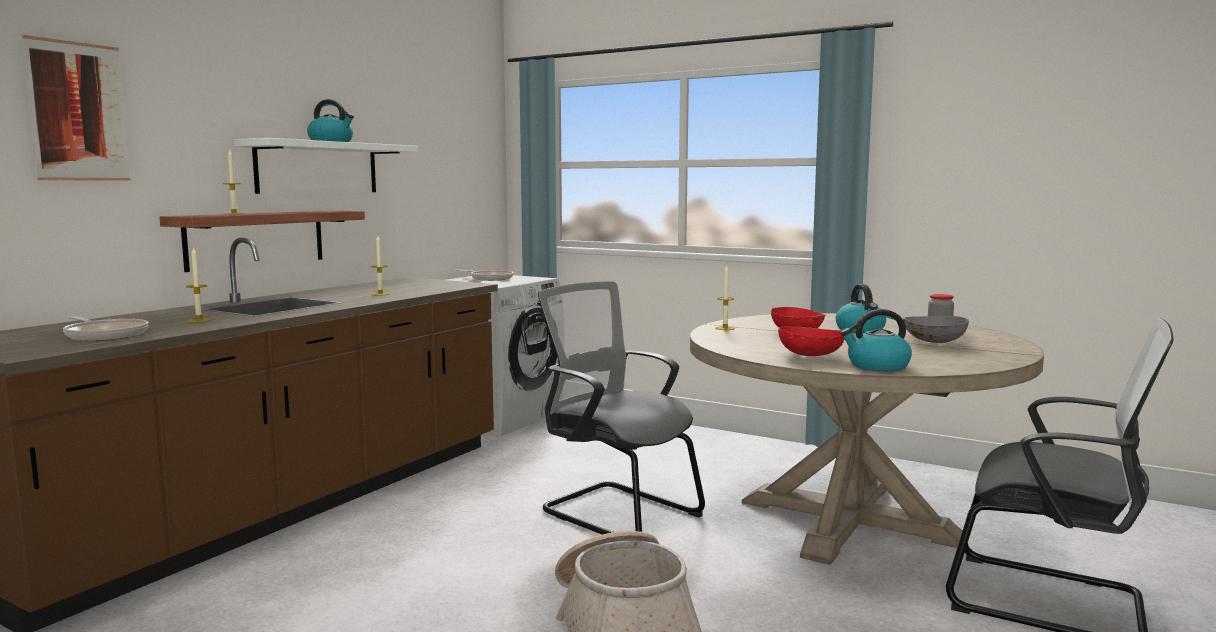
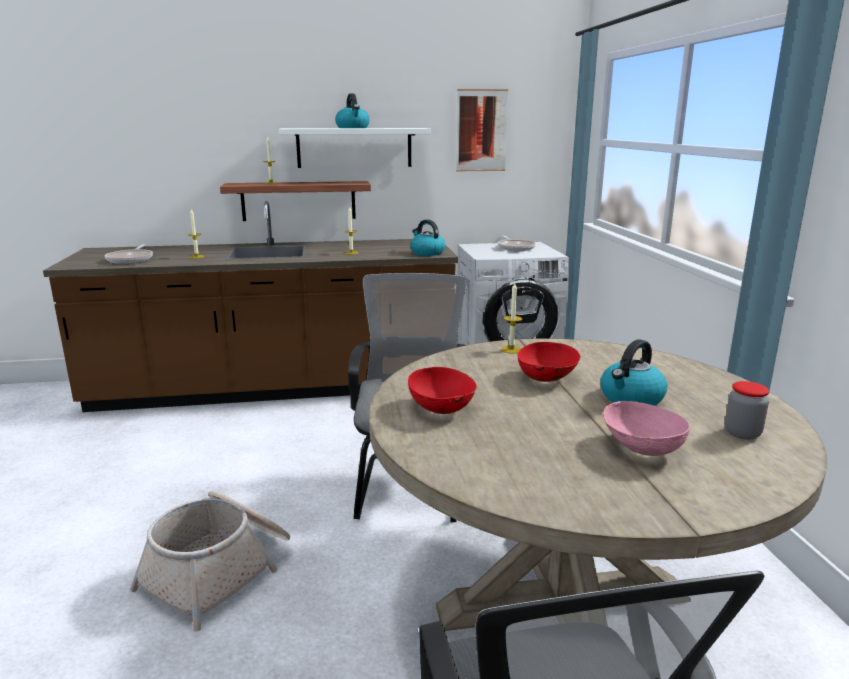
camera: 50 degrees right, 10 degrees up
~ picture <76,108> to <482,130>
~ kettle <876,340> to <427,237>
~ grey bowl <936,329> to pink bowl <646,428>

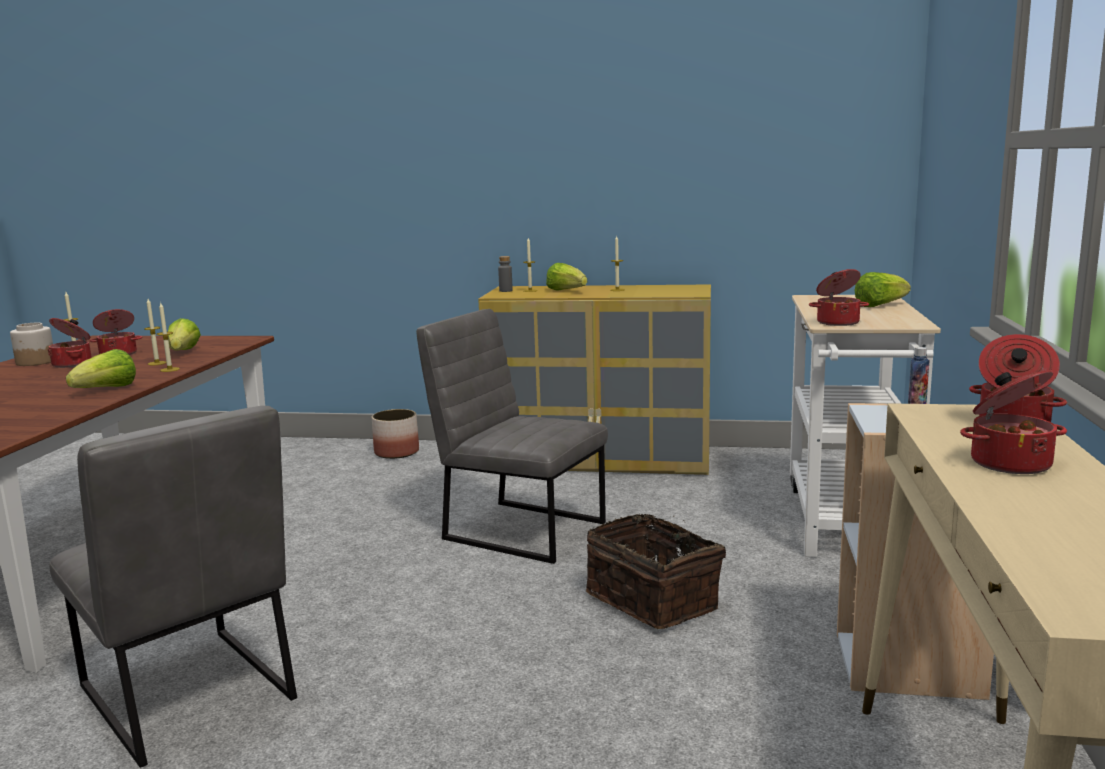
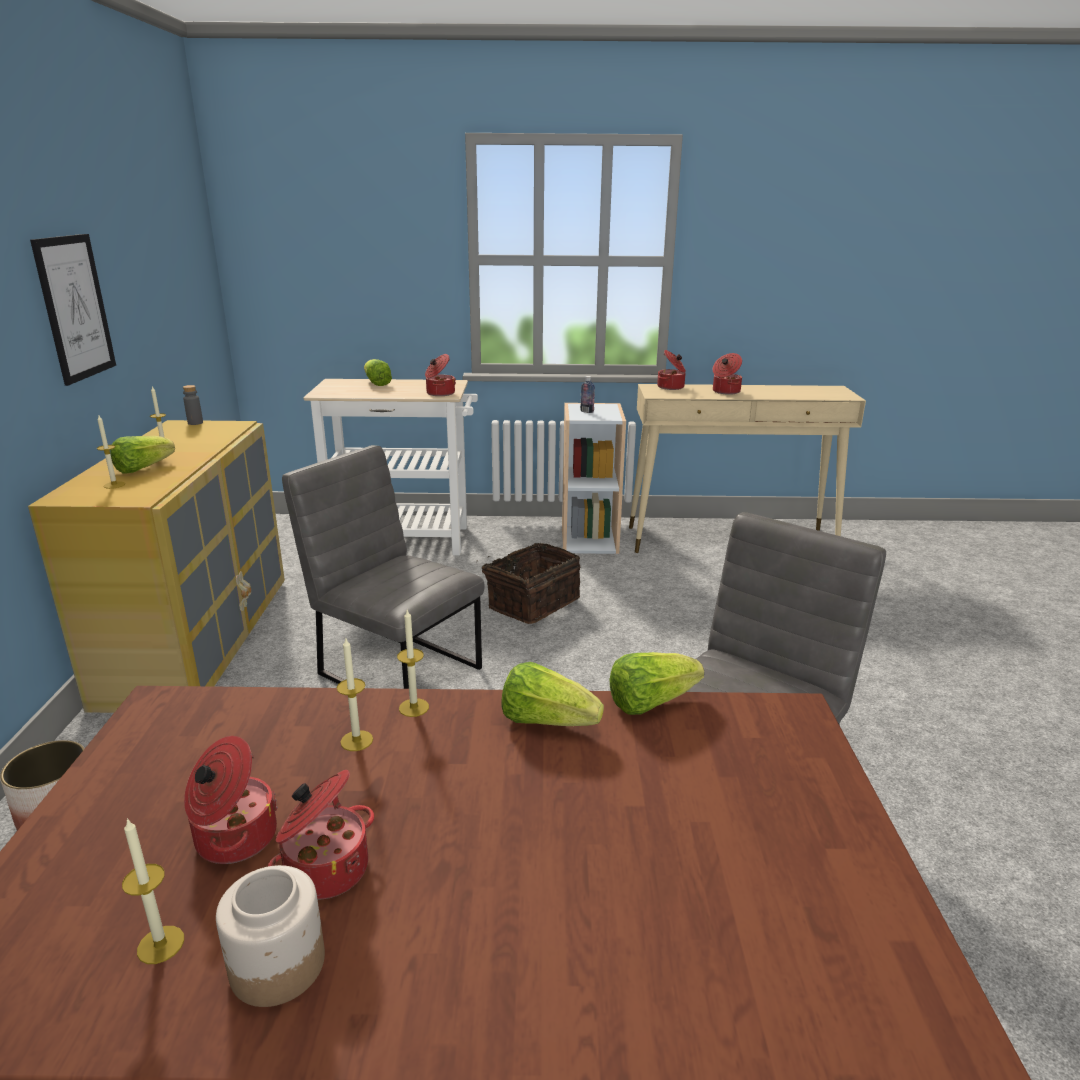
camera: 100 degrees left, 10 degrees up
~ lettuce <184,334> to <657,683>
~ grey chair <512,436> = <383,567> 105 degrees clockwise
~ grey bottle <505,274> to <193,405>
+ picture <73,310>

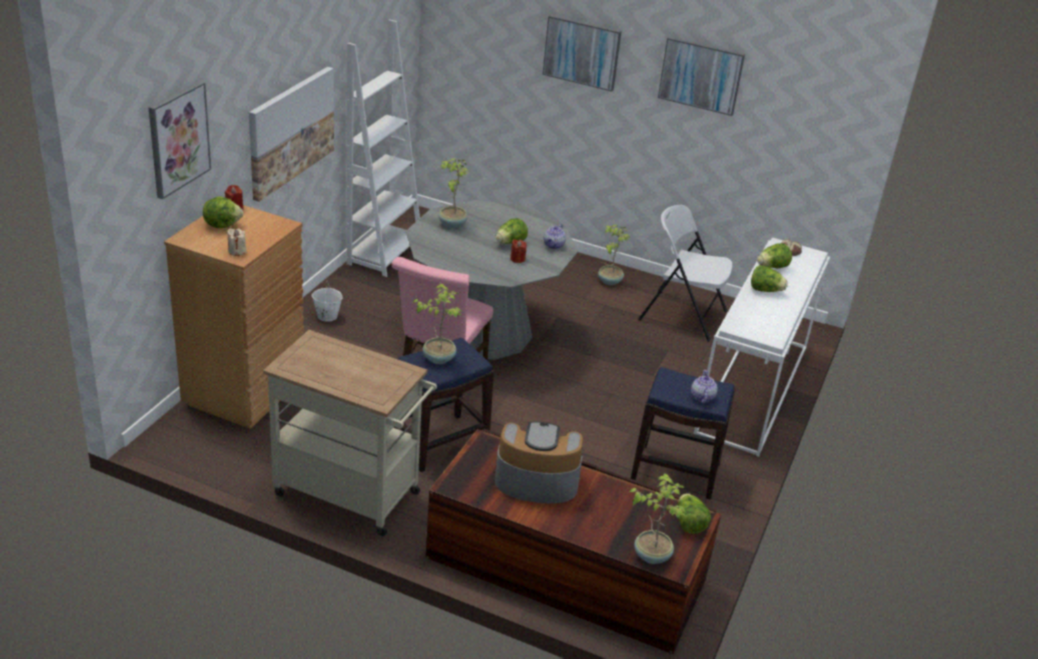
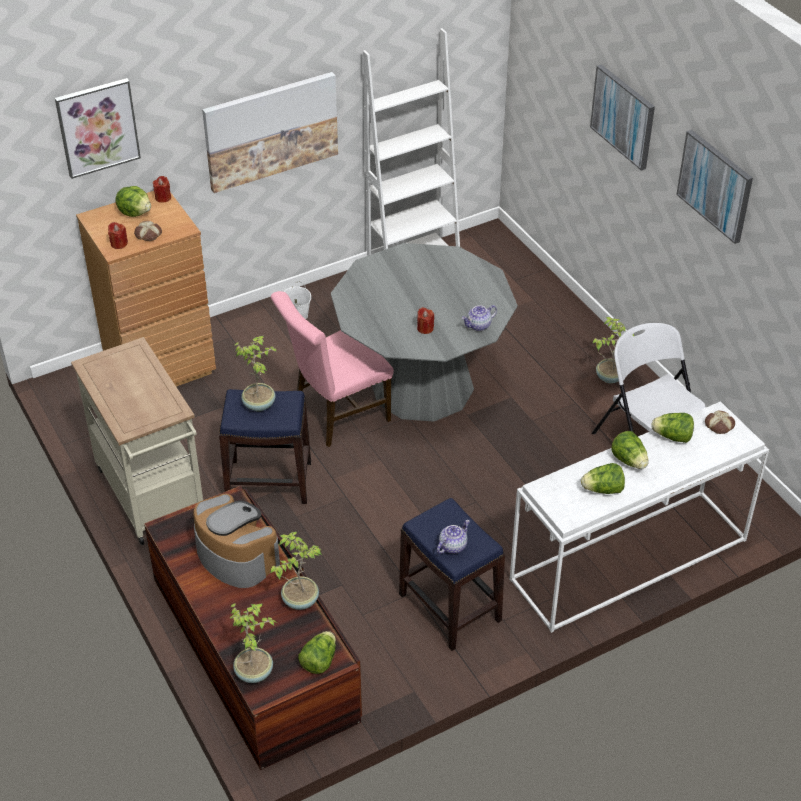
camera: 40 degrees right, 10 degrees up
~ beige candle <236,242> to red candle <118,235>
~ potted plant <454,193> to <296,571>
~ lettuce <512,231> to <603,478>
+ bread <148,231>

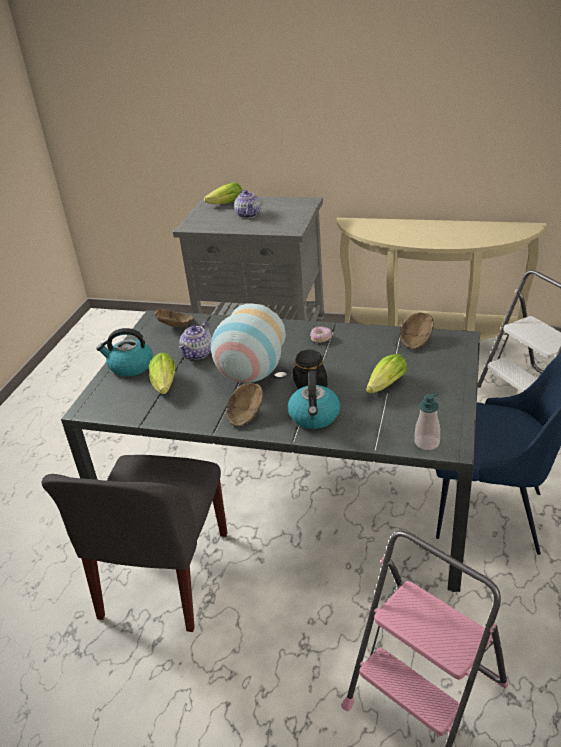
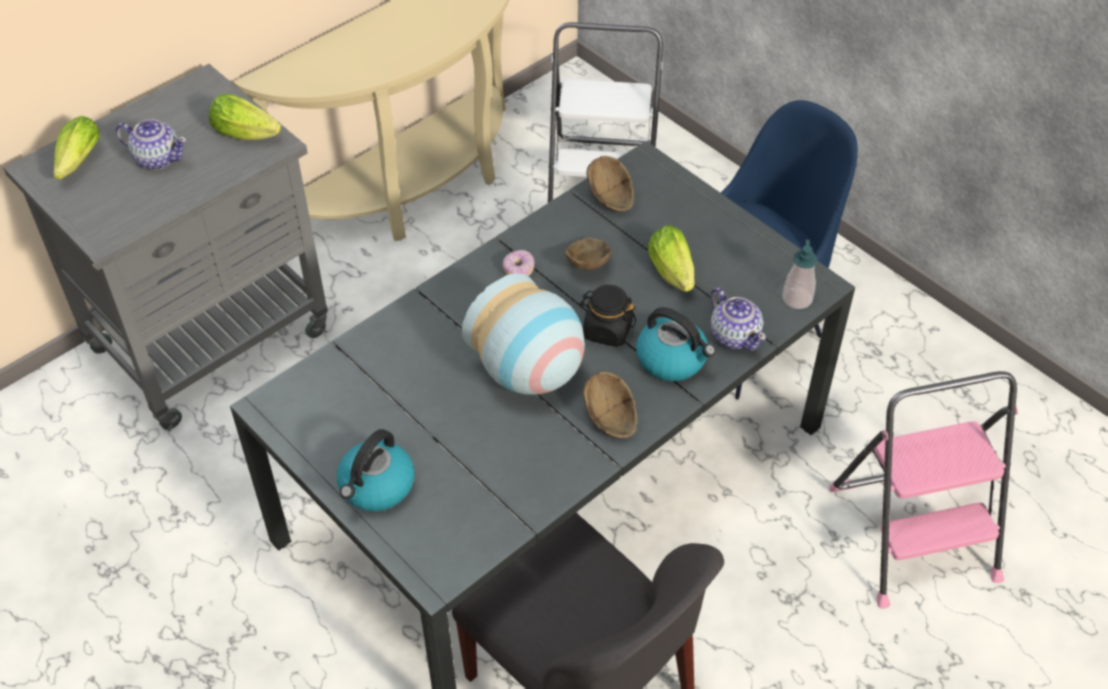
camera: 60 degrees left, 15 degrees up
~ lettuce <162,373> to <245,116>
~ brown bowl <174,318> to <588,253>
~ teapot <195,340> to <738,319>

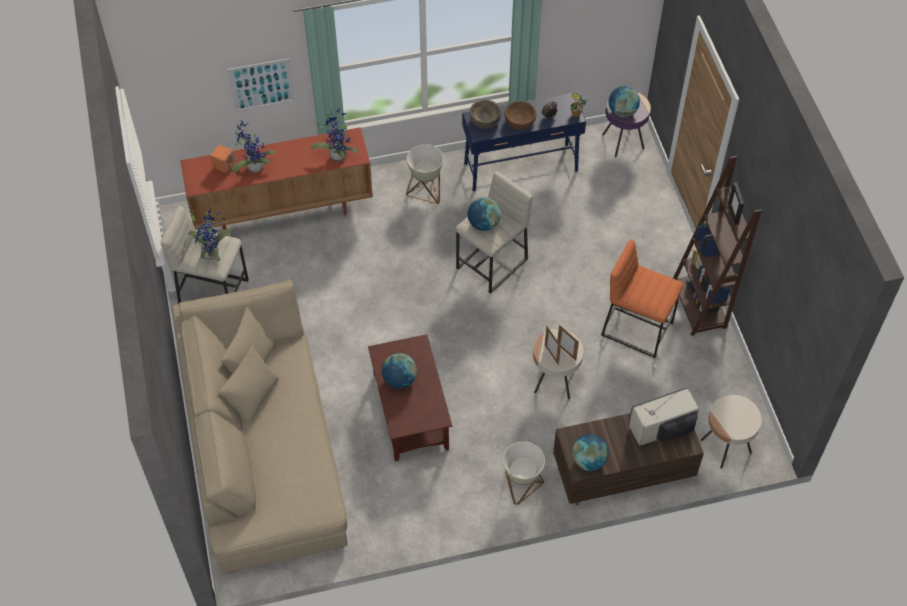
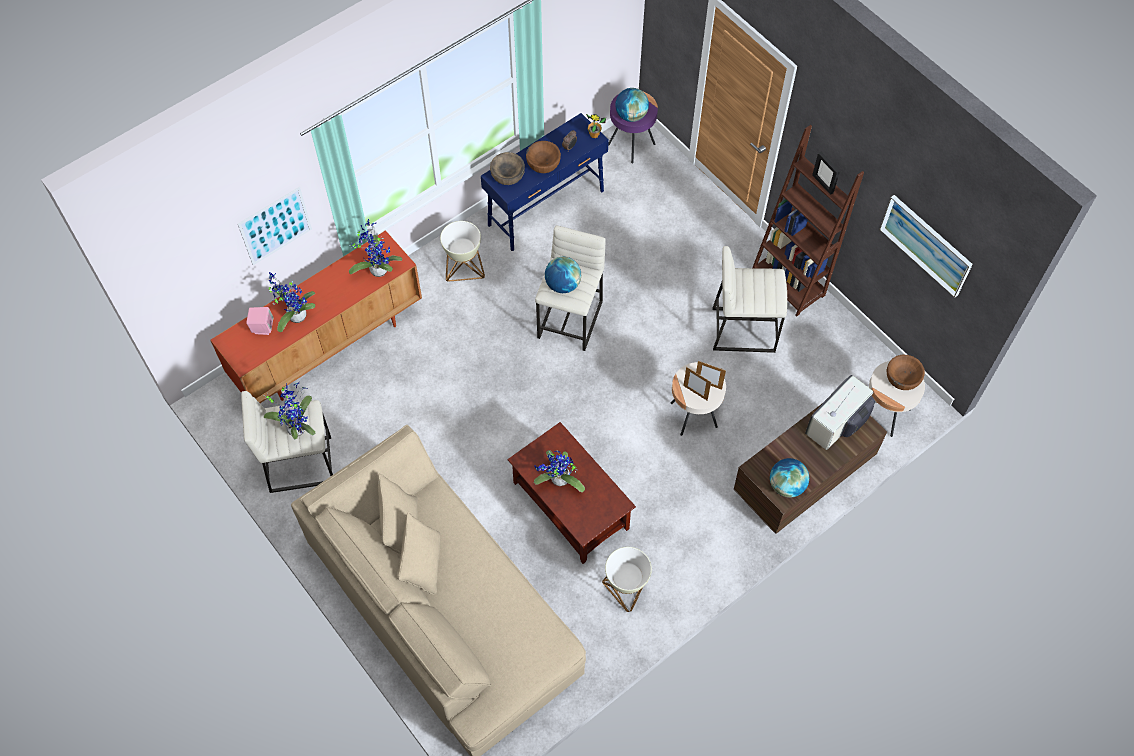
camera: 25 degrees left, 5 degrees up
~ orange speaker <223,159> to pink speaker <260,321>
~ globe <399,371> to potted plant <559,471>
~ planter <524,473> to <627,579>
~ orange stool <642,298> to beige stool <750,299>
+ picture <926,246>
+ brown bowl <906,372>

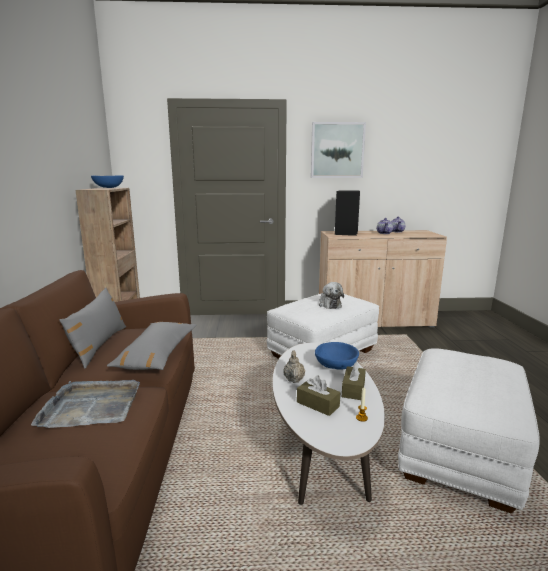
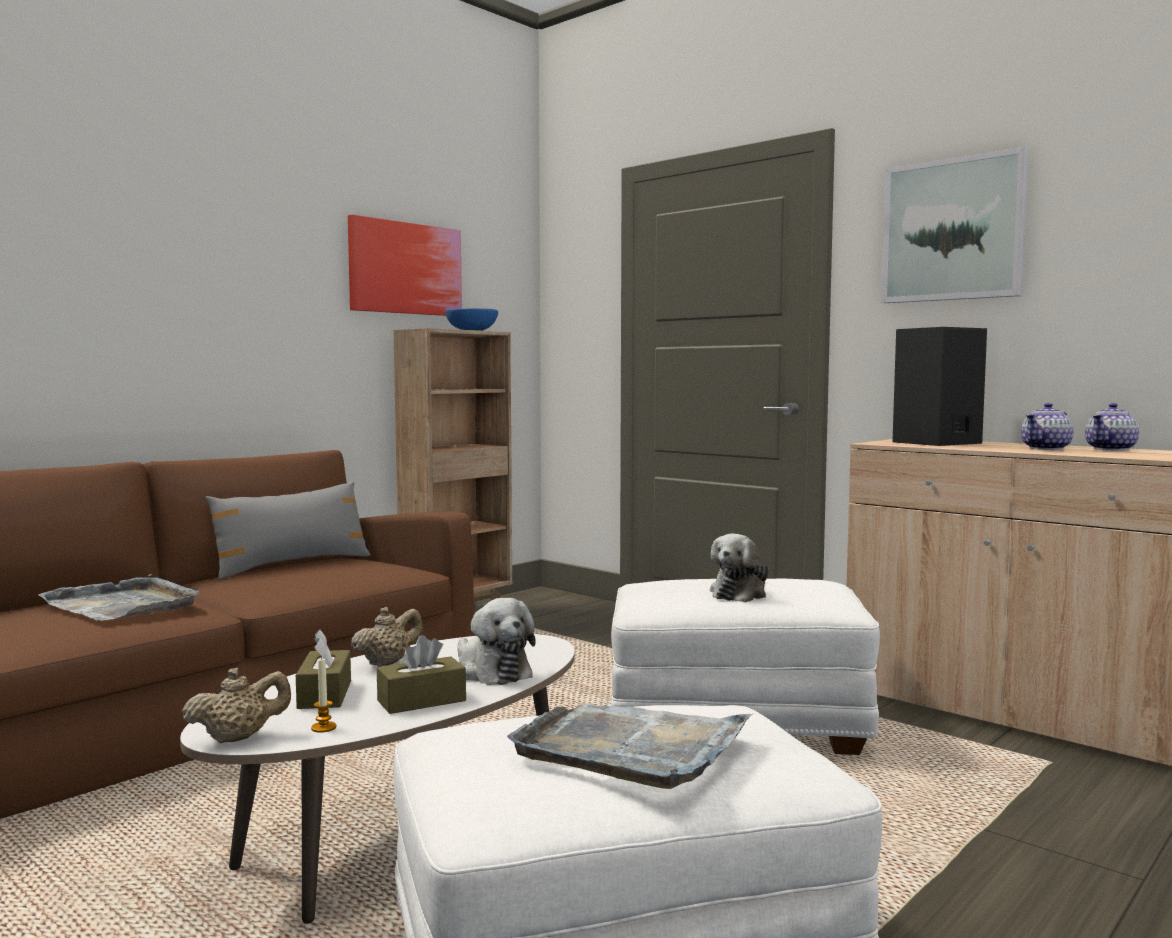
camera: 45 degrees right, 10 degrees down
- grey pillow <152,346>
~ blue bowl <337,356> to plush toy <497,641>
+ beige teapot <236,705>
+ picture <405,265>
+ grey tray <630,746>

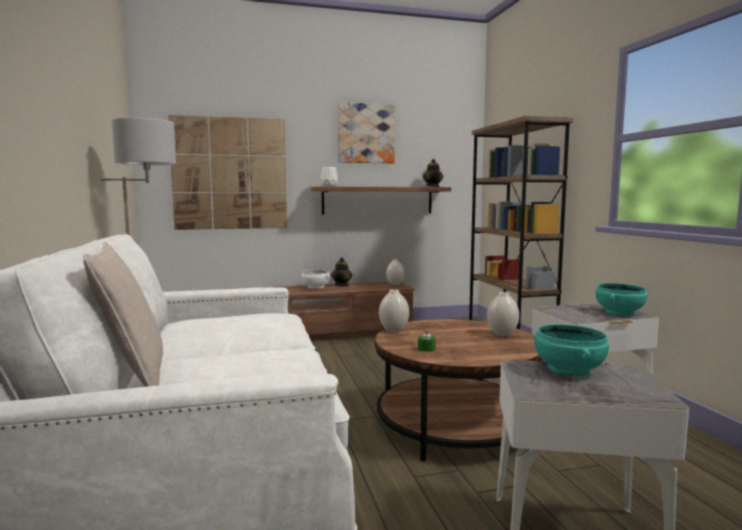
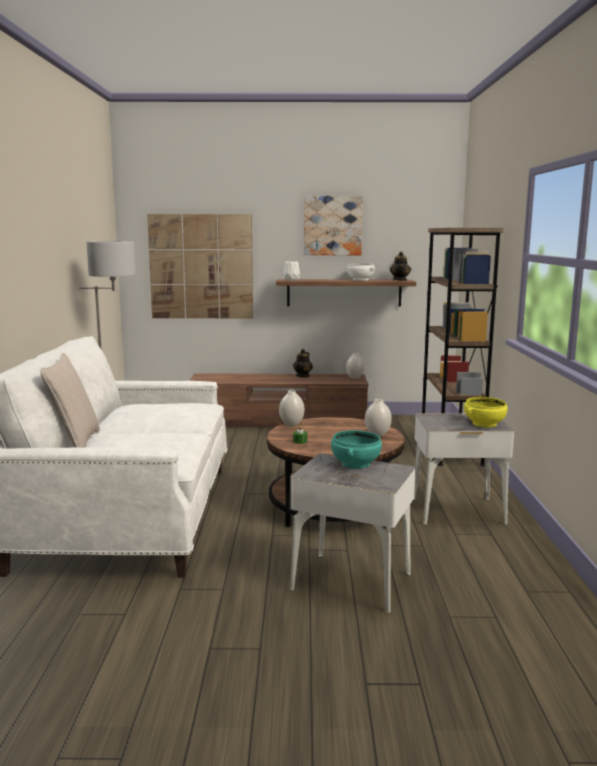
camera: 15 degrees right, 5 degrees up
~ white bowl <315,279> to <361,272>
~ turquoise bowl <621,299> to yellow bowl <486,412>

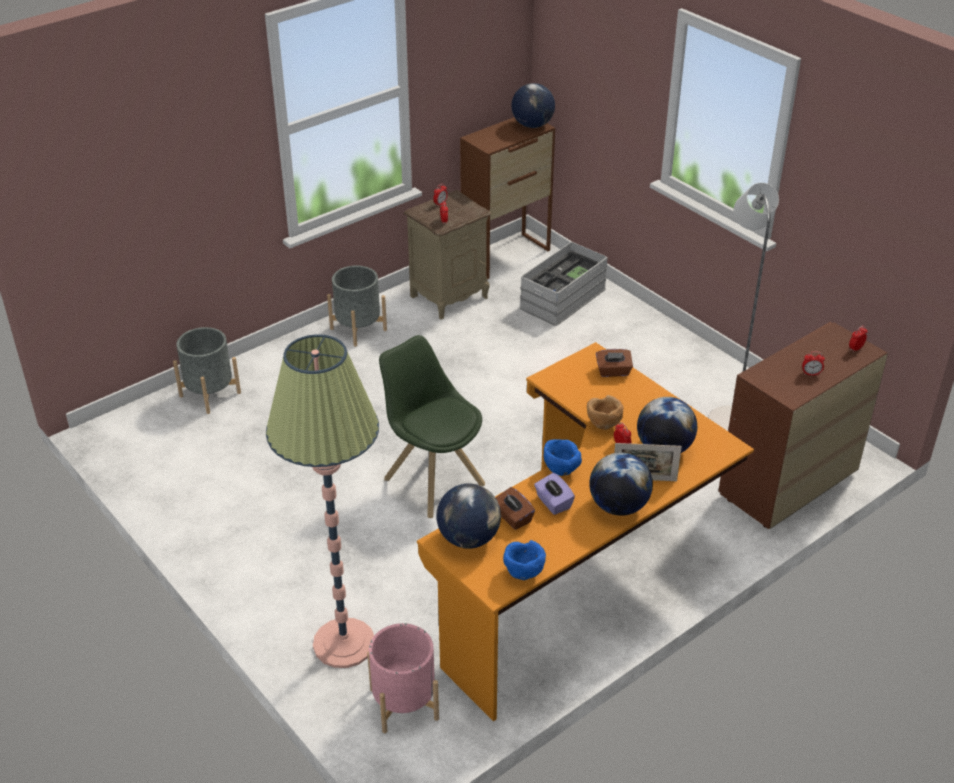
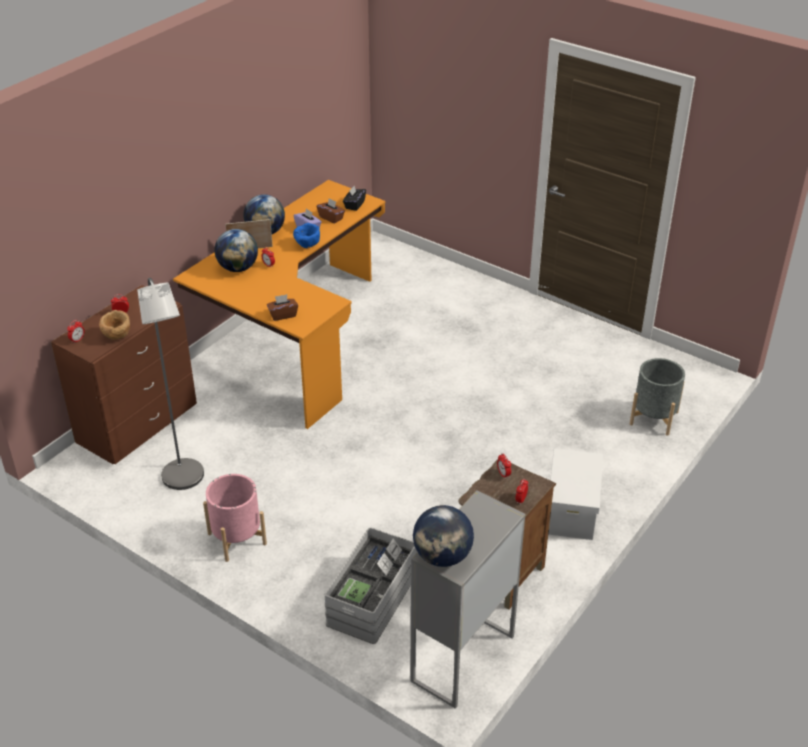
camera: 165 degrees right, 0 degrees up
- floor lamp <322,501>
~ grey planter <357,306> to white storage box <575,494>
~ pink planter <403,678> to <235,518>
- green chair <432,426>
~ globe <468,516> to black tissue box <354,198>
~ brown cabinet <507,198> to grey cabinet <467,599>
- blue bowl <524,560>
~ brown bowl <605,412> to <114,325>

